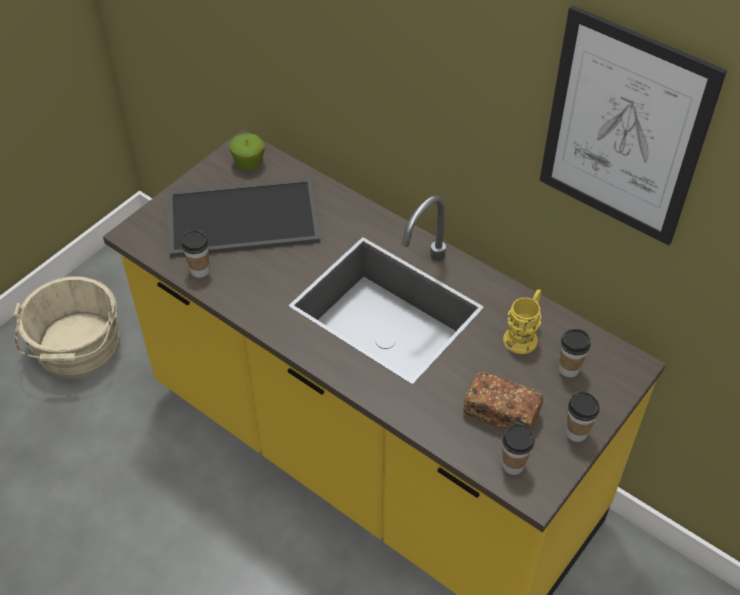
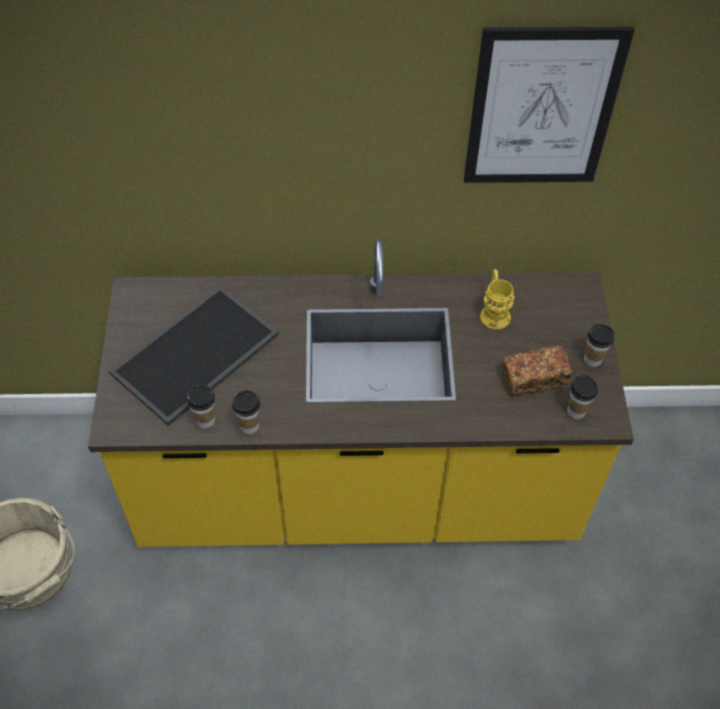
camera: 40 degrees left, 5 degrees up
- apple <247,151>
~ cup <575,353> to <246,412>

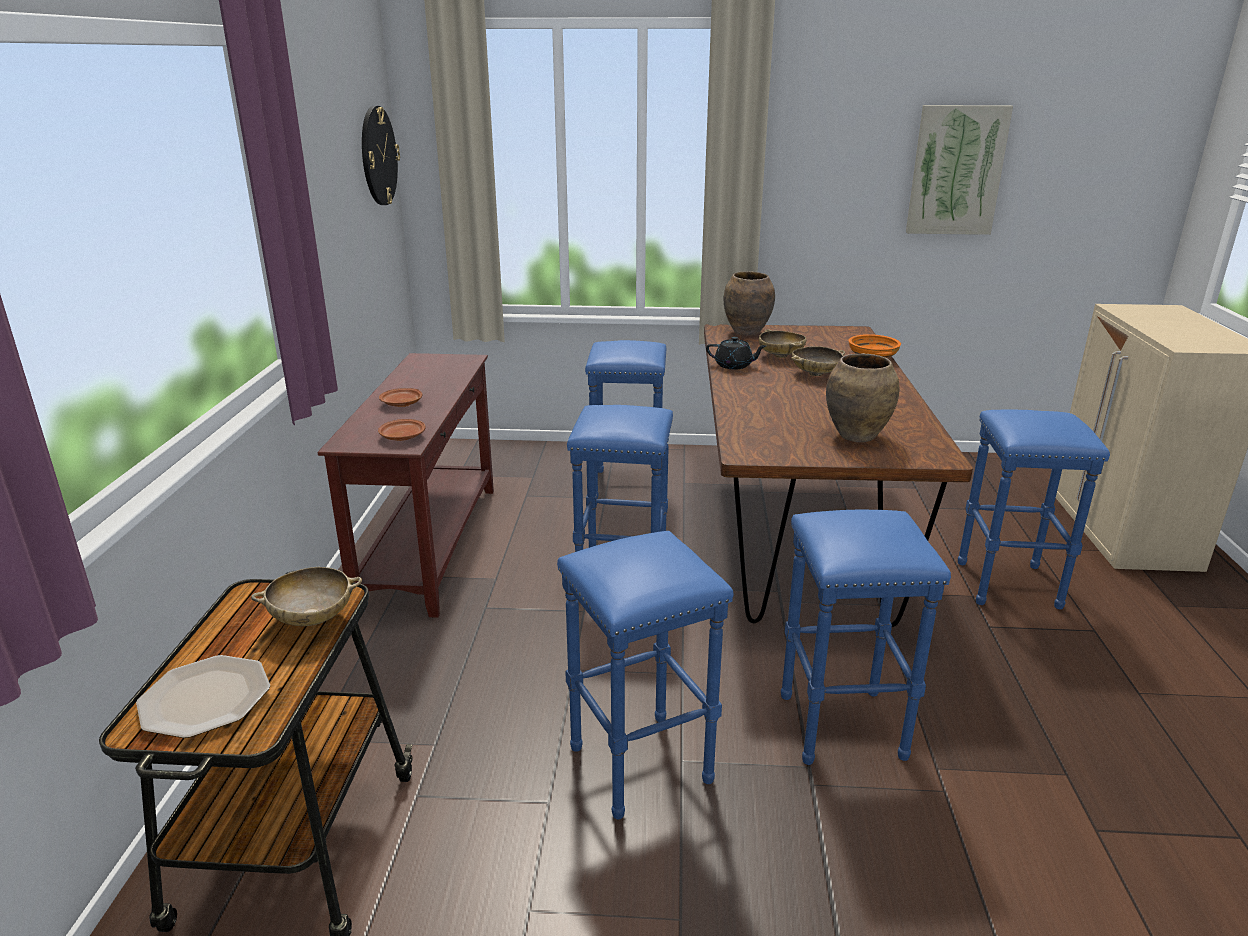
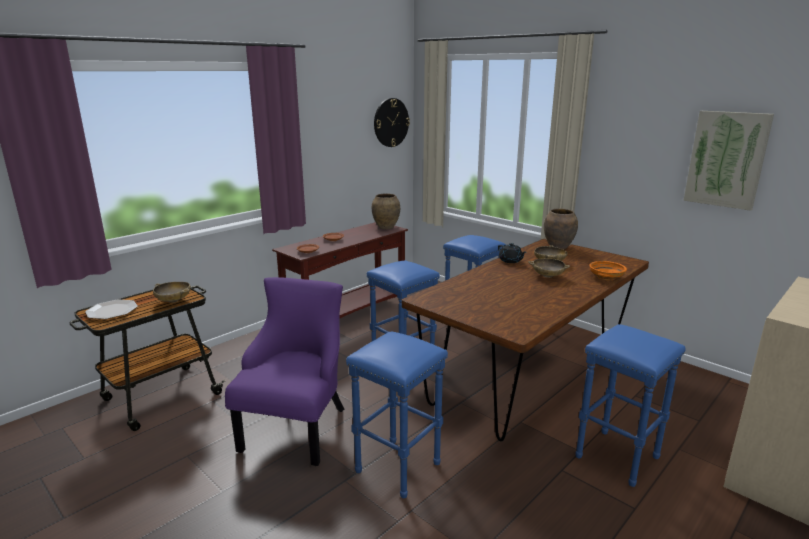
camera: 40 degrees right, 5 degrees down
~ blue stool <645,675> to purple chair <285,371>
~ brown vase <862,397> to <386,211>

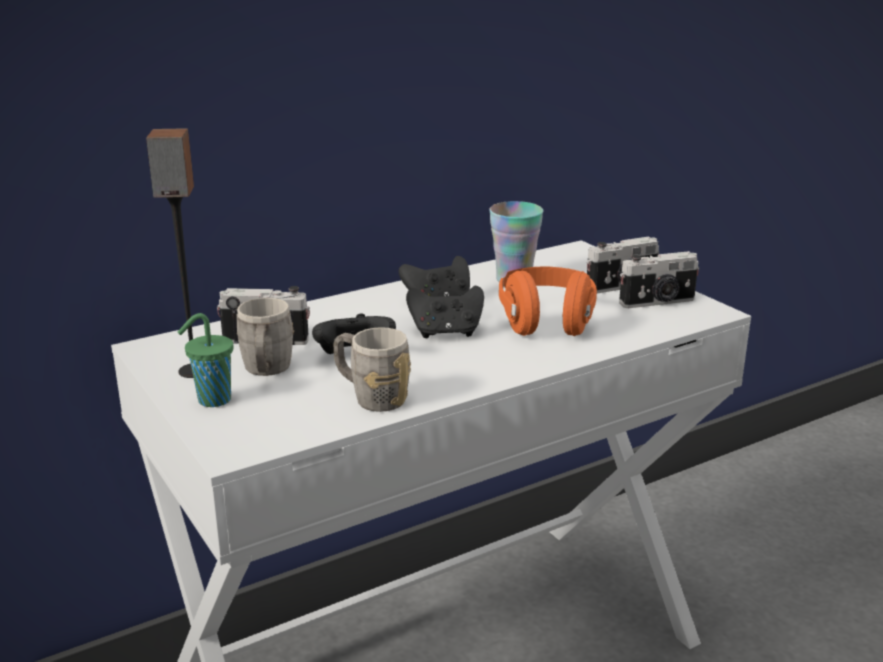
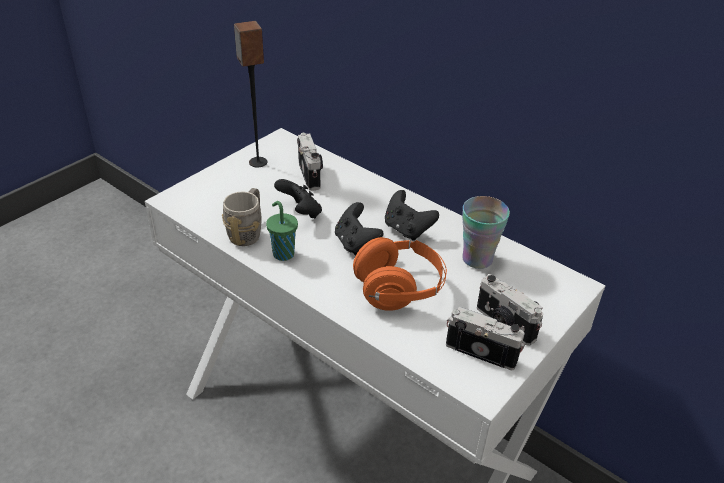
camera: 70 degrees right, 15 degrees up
~ green cup <205,360> to <282,231>
- grey mug <265,337>
~ photo camera <659,279> = <485,338> 150 degrees clockwise

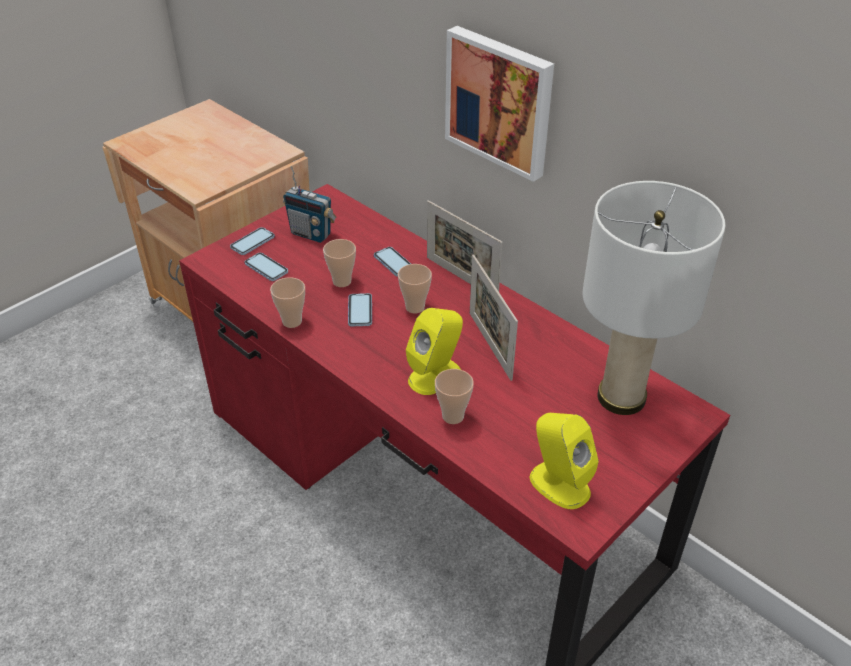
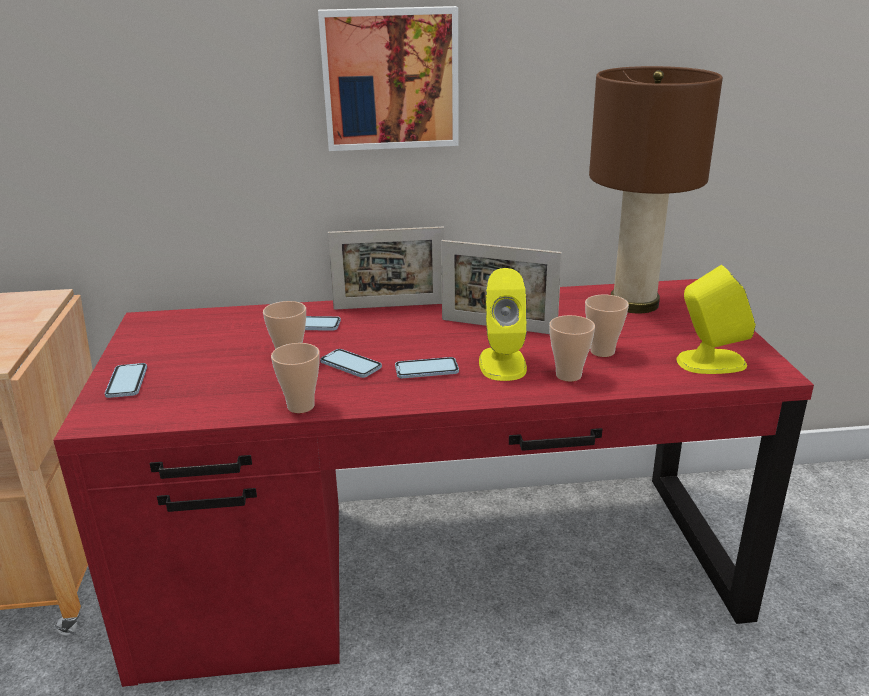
camera: 50 degrees left, 15 degrees down
~ phone <266,267> to <427,367>
- radio <310,204>
~ cup <415,289> to <607,326>
~ white table lamp <653,298> to brown table lamp <656,189>

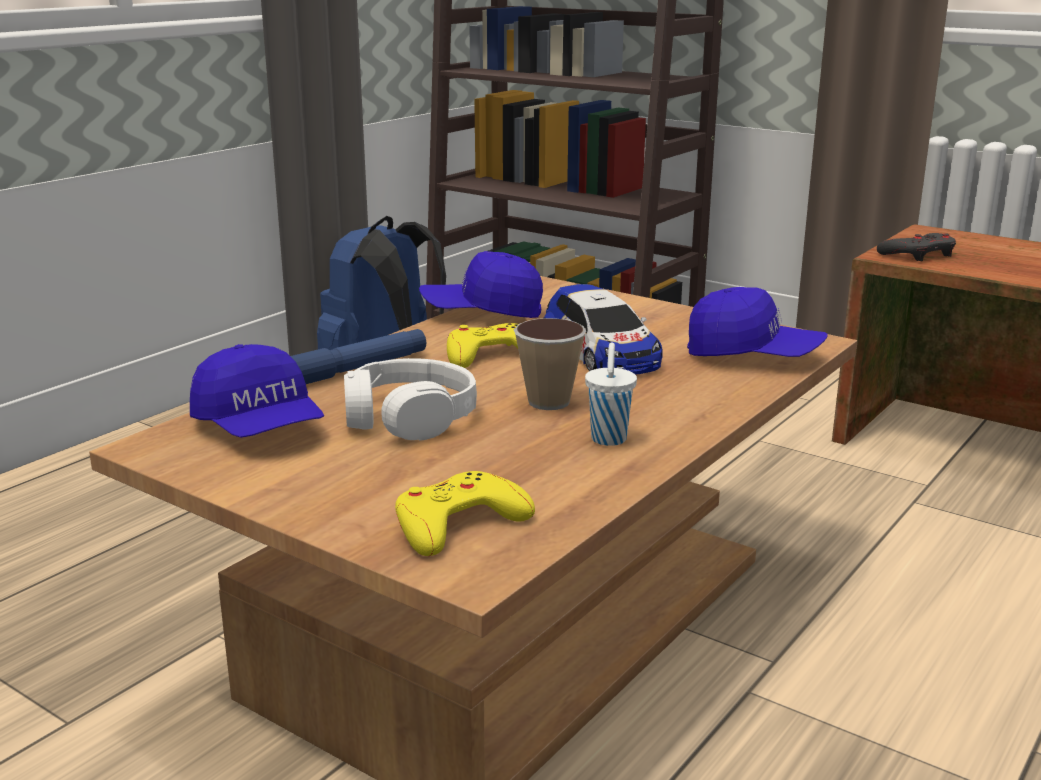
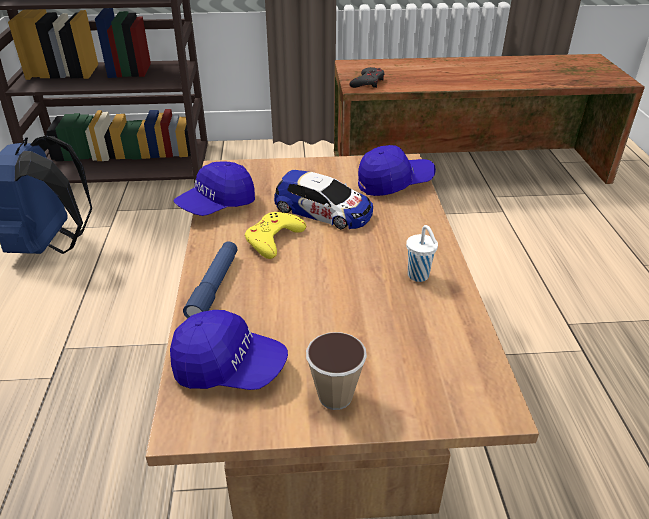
camera: 40 degrees left, 15 degrees up
- white headphones <410,399>
- yellow game controller <465,513>
~ cup <550,364> to <336,371>

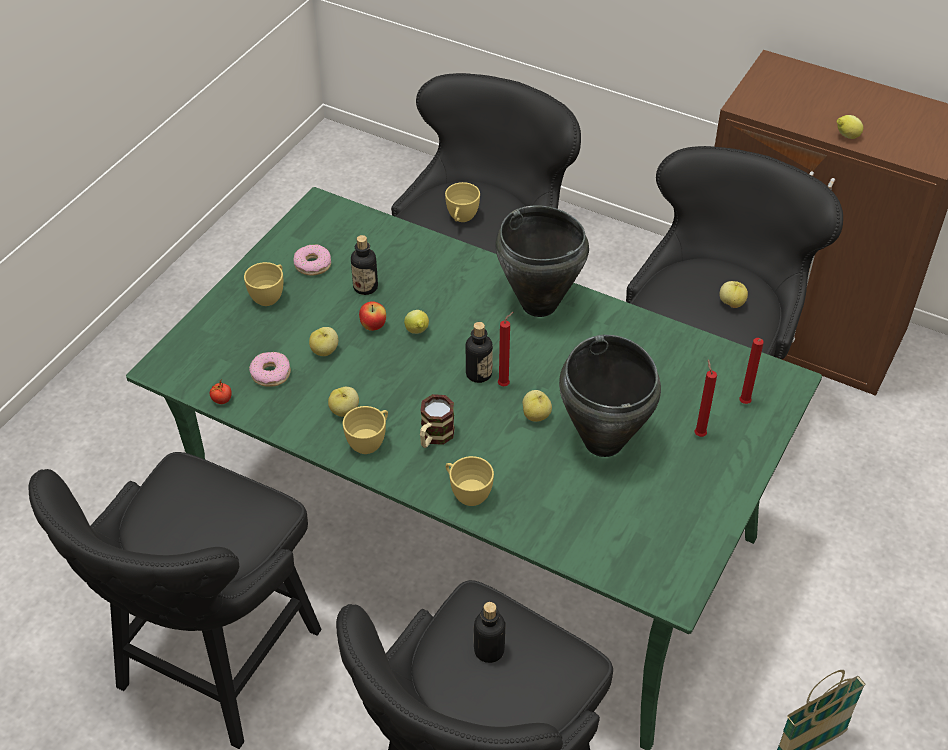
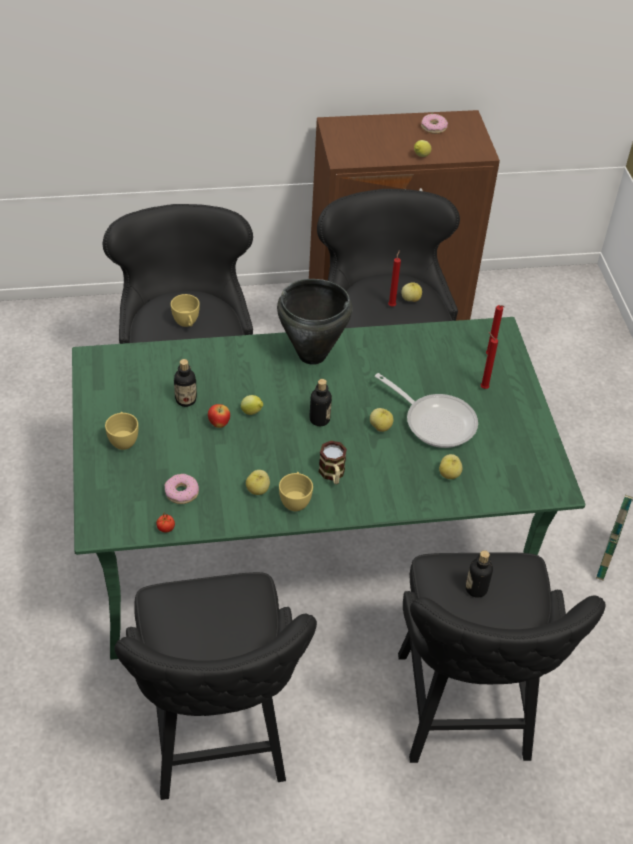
camera: 40 degrees left, 0 degrees up
~ donut <312,259> to <434,124>
~ apple <323,341> to <450,466>
- yellow cup <470,481>
~ red candle <505,349> to <394,278>
~ black cooking pot <610,396> to frying pan <426,410>

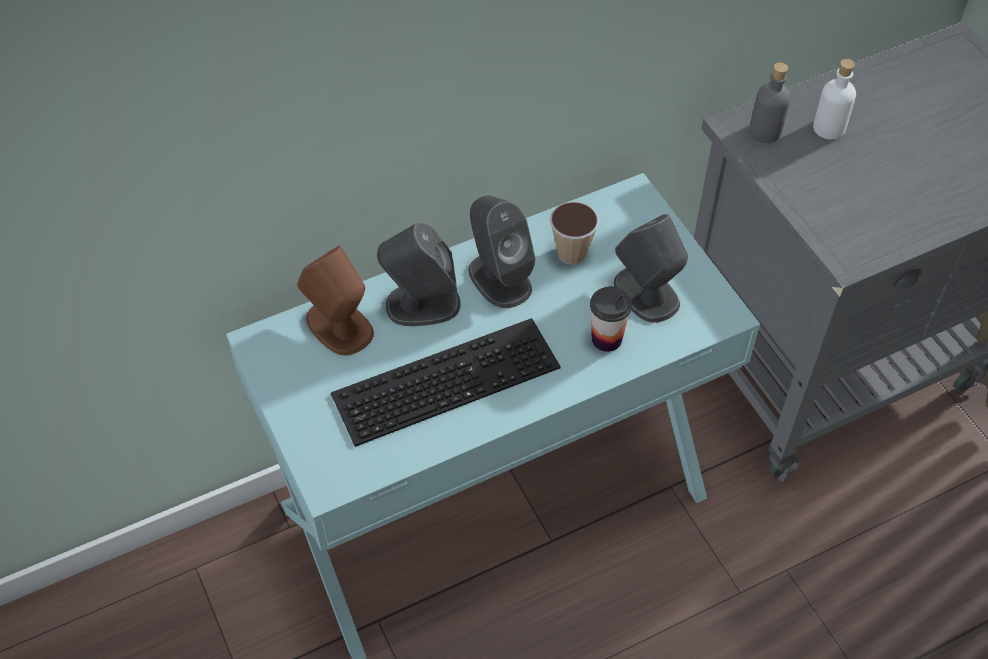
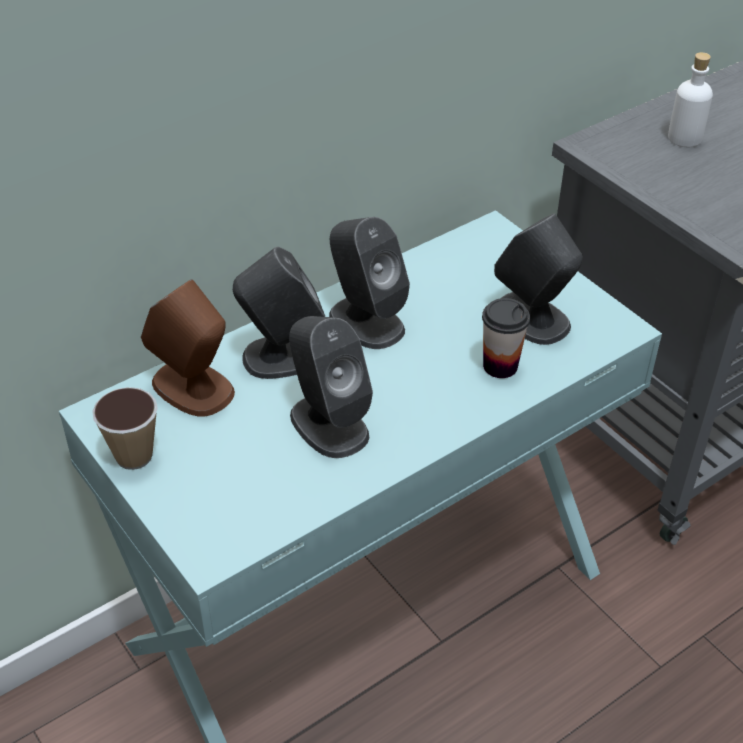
camera: 10 degrees left, 10 degrees down
~ keyboard <446,382> to grey speaker <331,387>
~ cup <574,233> to <125,428>
- grey bottle <770,102>

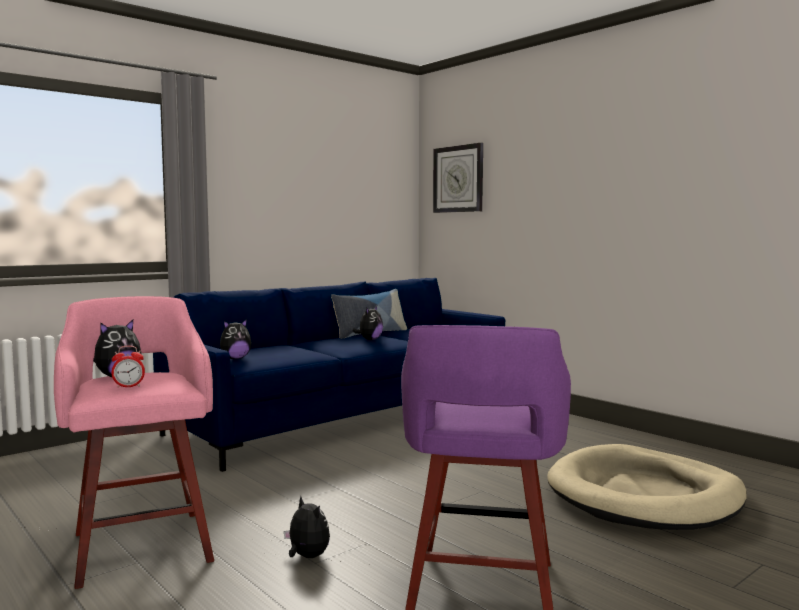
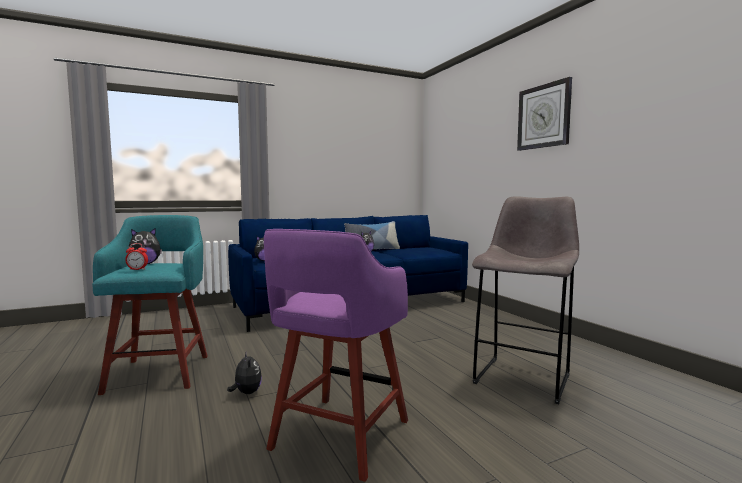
camera: 15 degrees right, 0 degrees up
~ pink stool <134,442> to turquoise stool <150,305>
~ wall clock <458,178> to <544,114>
~ beige dog bed <647,487> to grey stool <525,300>

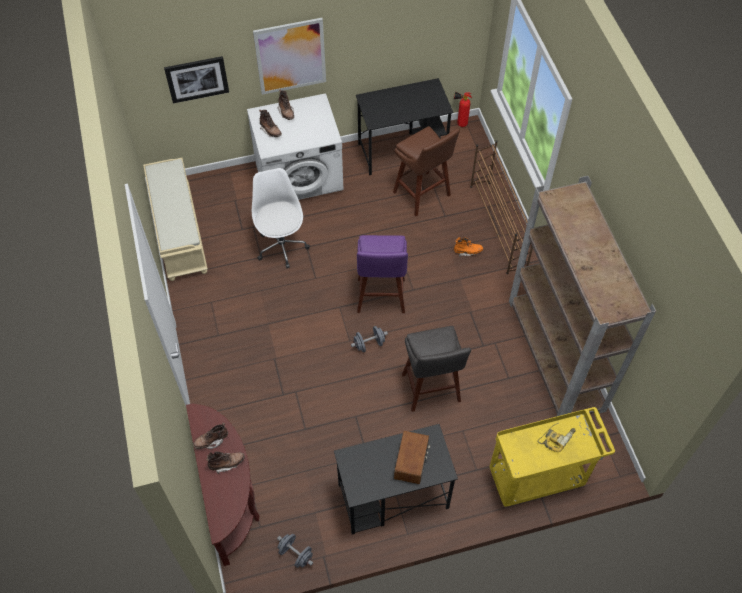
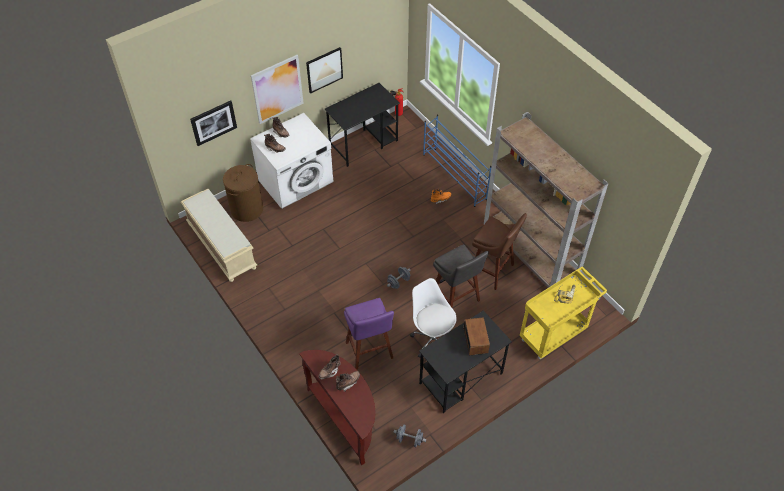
camera: 20 degrees left, 5 degrees down
~ white office chair <281,218> to <433,318>
~ purple stool <382,274> to <369,334>
~ brown stool <426,171> to <499,251>
~ brown shoe rack <501,207> to blue shoe rack <457,161>
+ brown laundry basket <243,193>
+ picture <324,70>

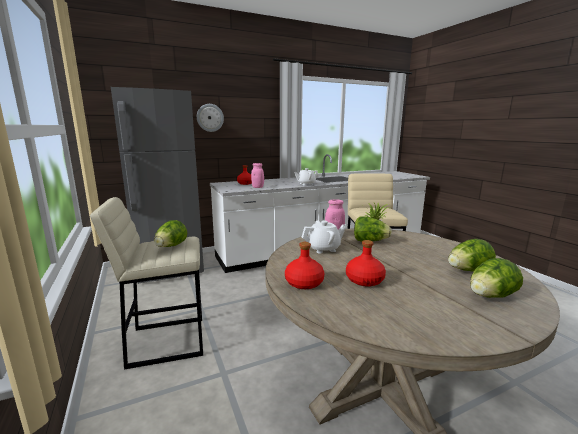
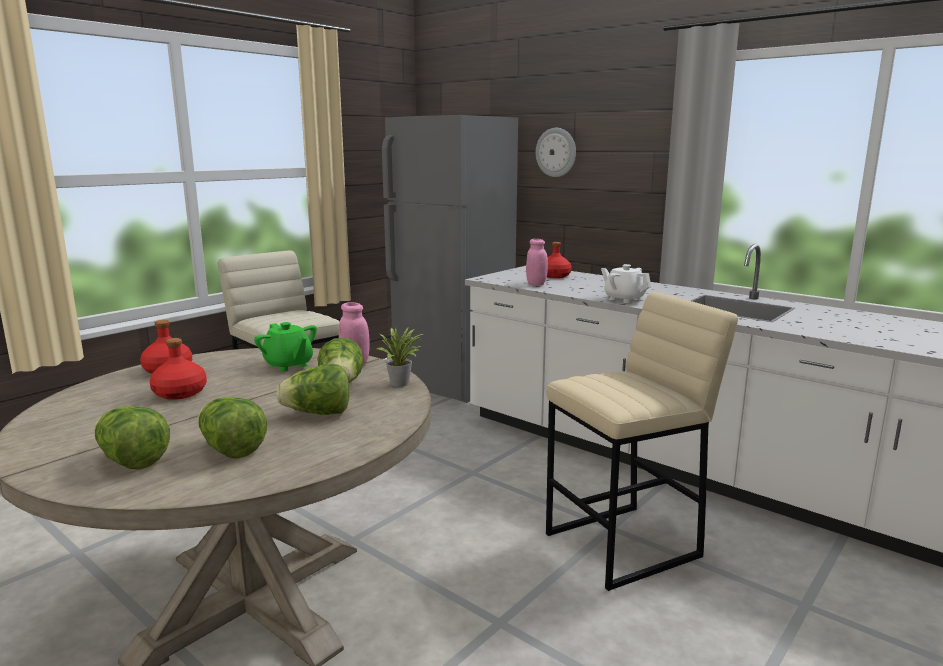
camera: 65 degrees right, 0 degrees up
~ lettuce <170,233> to <313,389>
~ white teapot <324,237> to green teapot <285,347>

